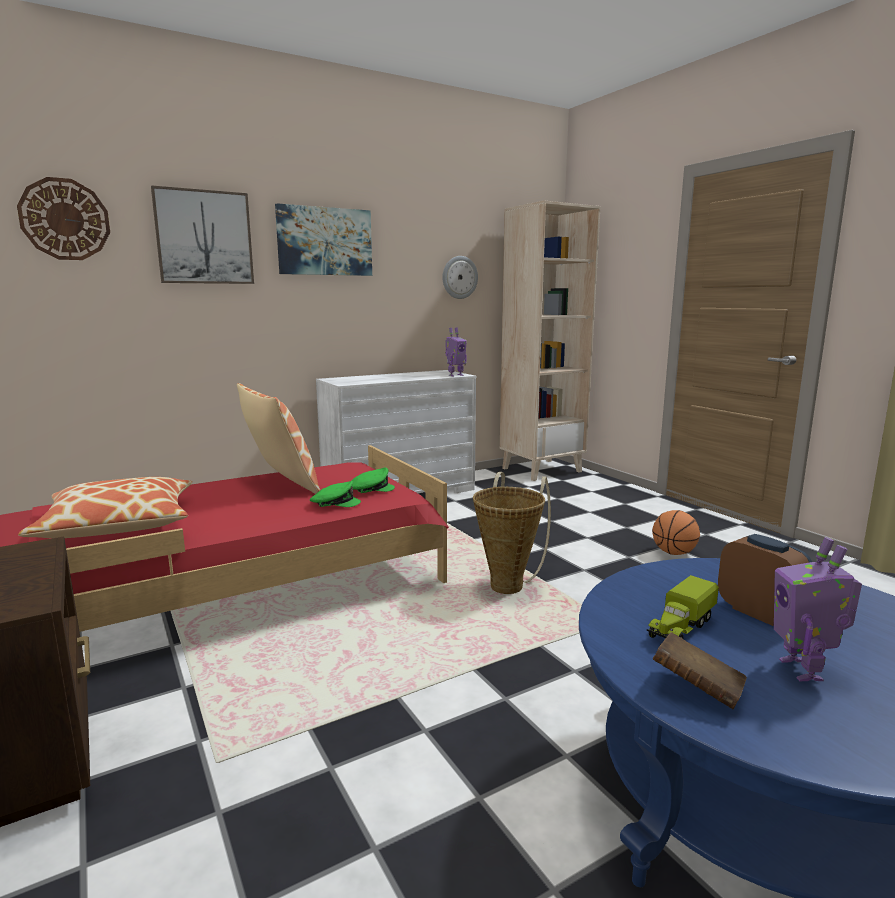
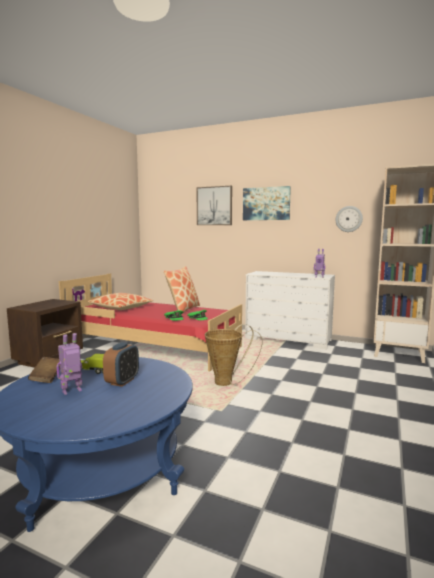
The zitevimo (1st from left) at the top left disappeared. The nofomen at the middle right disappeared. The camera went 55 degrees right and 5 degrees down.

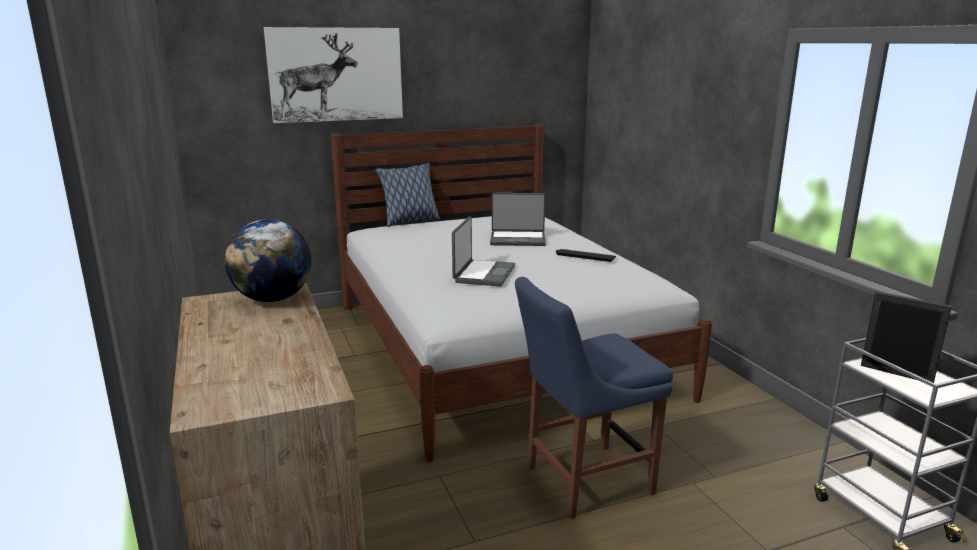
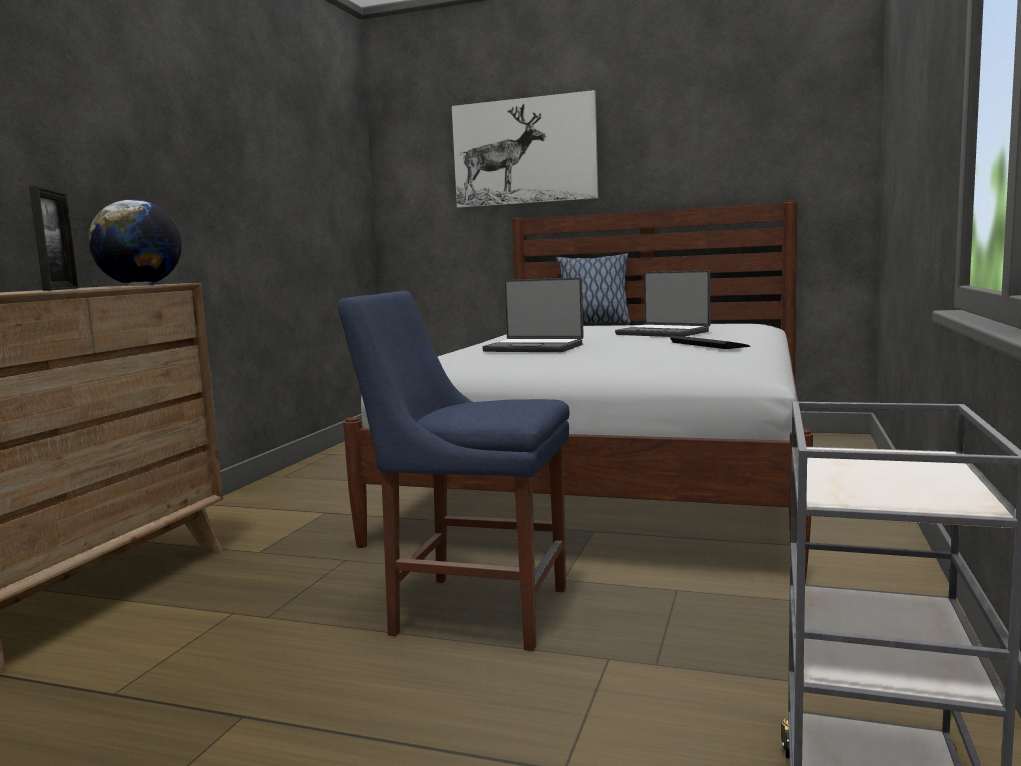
The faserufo moved from the middle right to the top left. The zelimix (1st from left) at the centre turned 60 degrees clockwise. The camera went 40 degrees right and 10 degrees down.

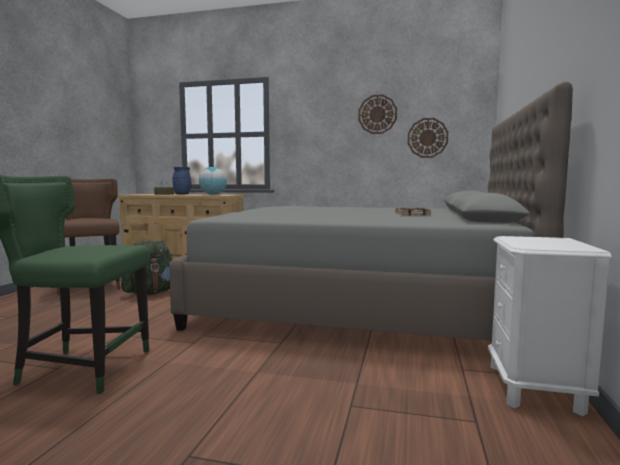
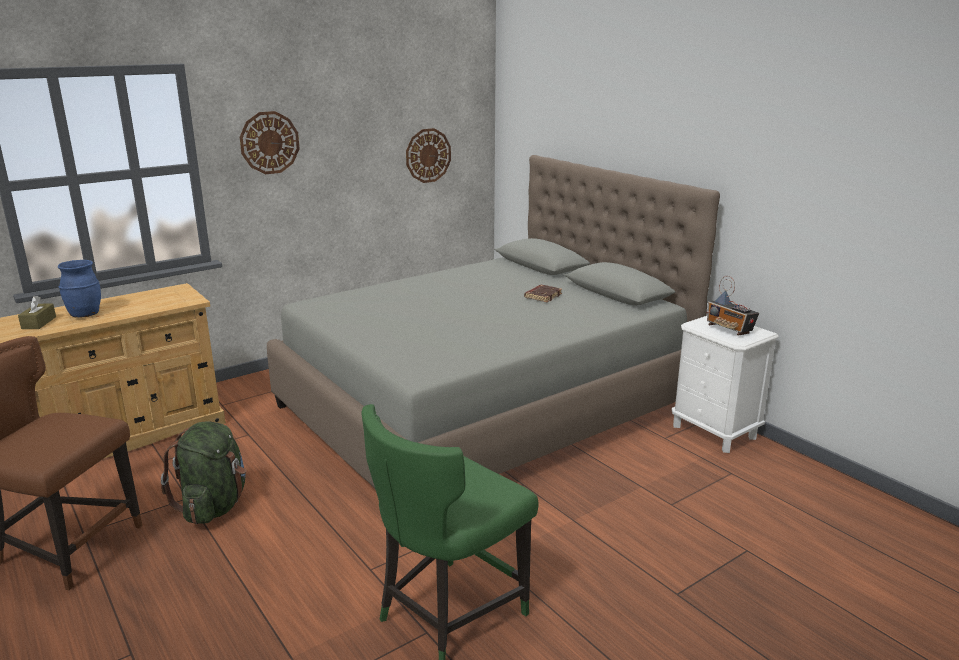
The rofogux at the centre disappeared. The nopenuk at the middle right appeared. The zitevimo (1st from left) moved from the top centre to the top left. The camera went 50 degrees left and 15 degrees up.

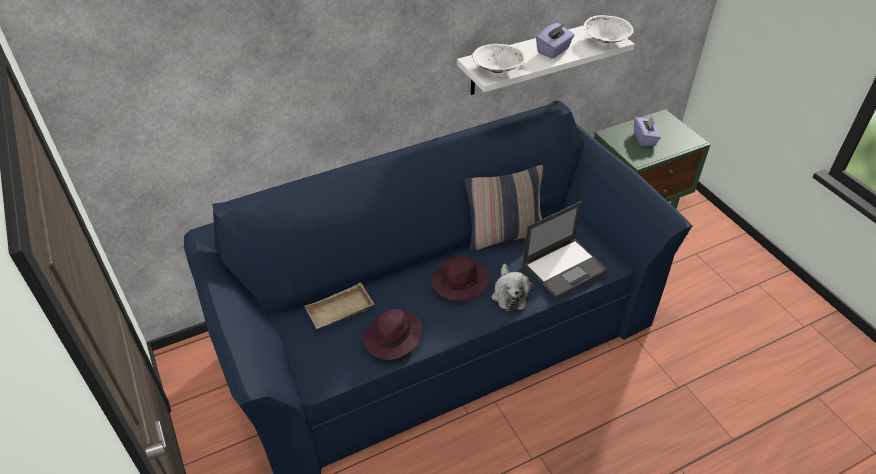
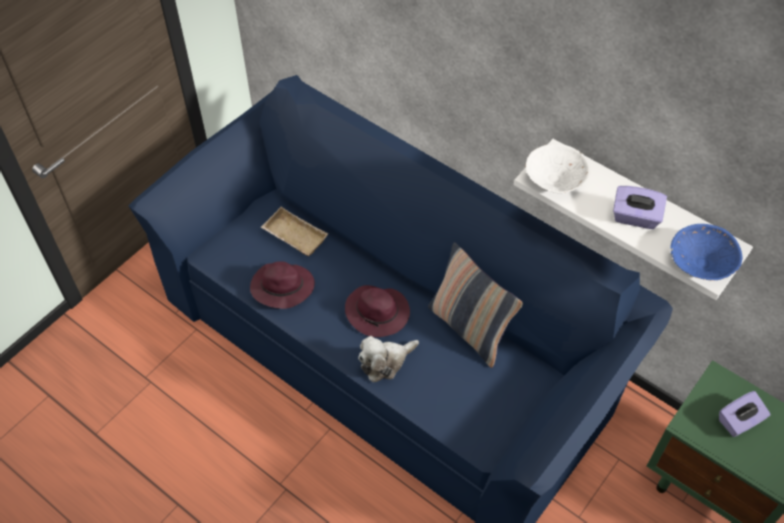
The zelimix at the centre disappeared. The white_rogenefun (2nd from left) at the top right became the blue_rogenefun at the middle right. The camera went 65 degrees right and 10 degrees up.

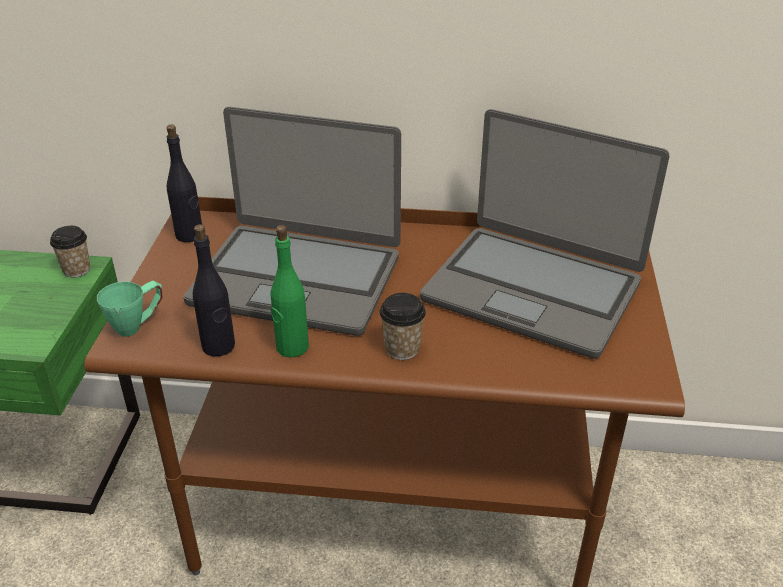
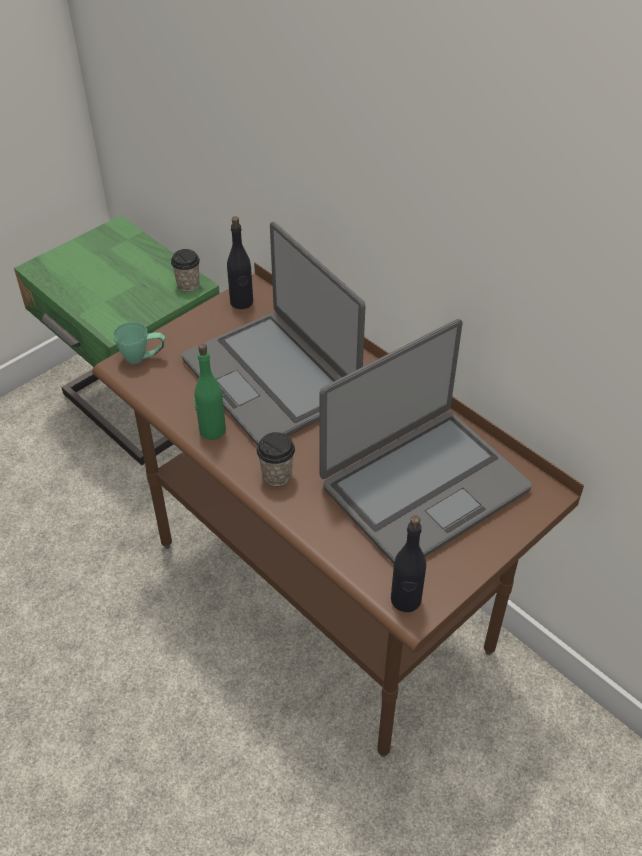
The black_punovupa (2nd from left) moved from the middle left to the centre. The zelimix (2nd from left) at the middle right turned 105 degrees counterclockwise. The camera went 40 degrees right and 10 degrees up.

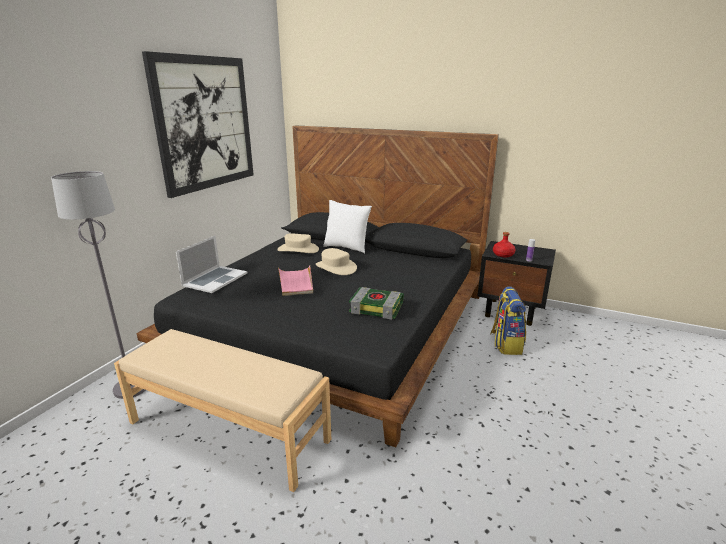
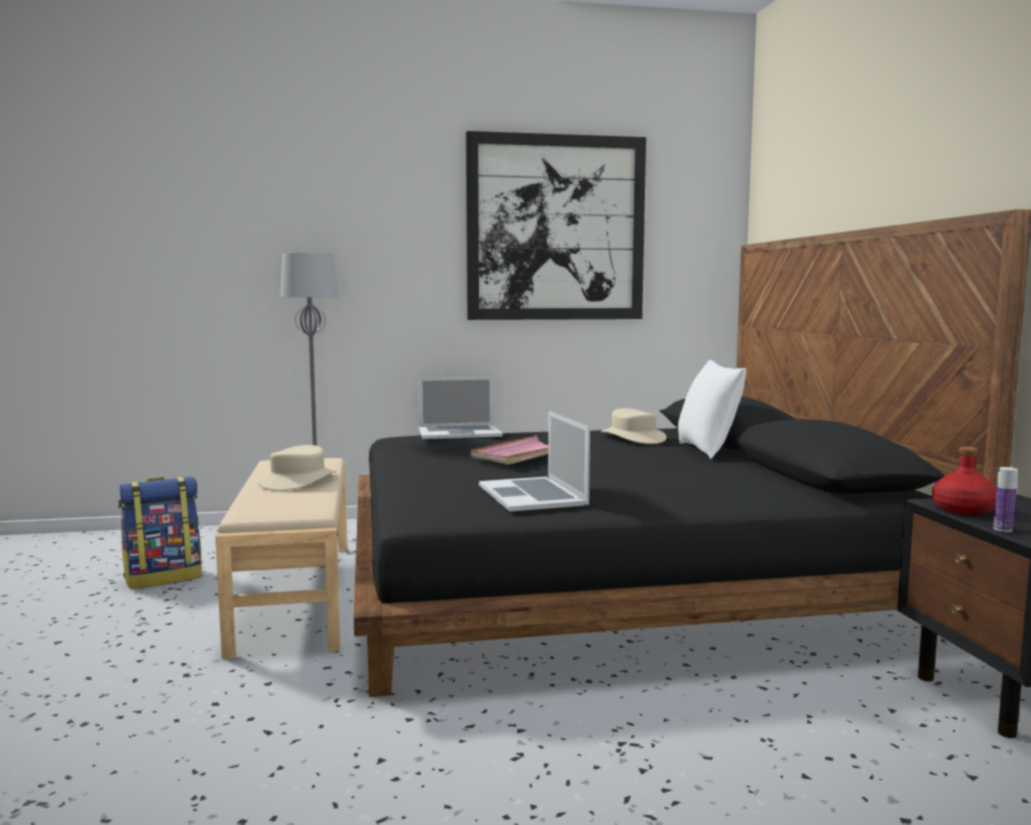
The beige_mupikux (2nd from left in the first image) moved from the centre to the middle left. The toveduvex moved from the middle right to the middle left. The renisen at the centre was replaced by the zelimix (2nd from left) at the centre. The camera went 55 degrees right and 15 degrees down.

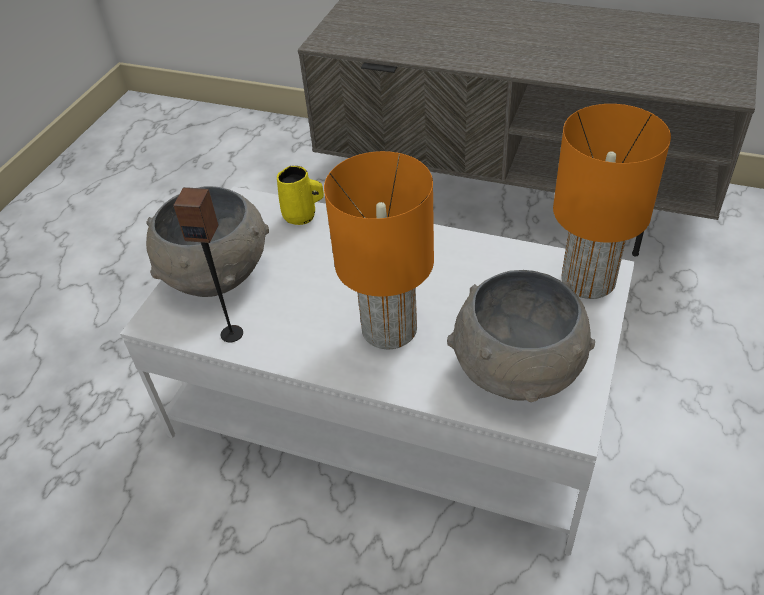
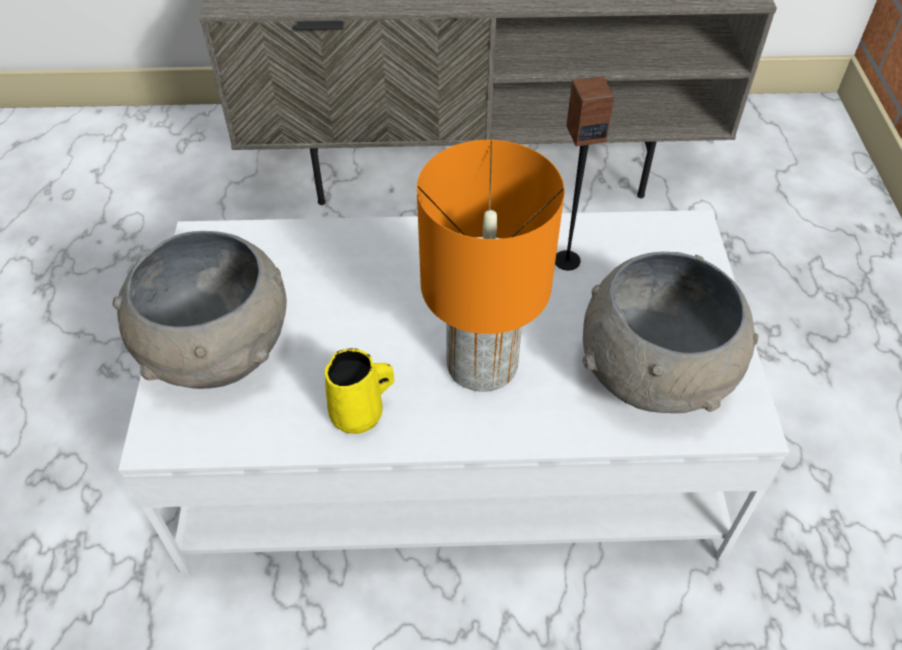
The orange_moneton (2nd from left) at the middle right disappeared. The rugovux moved from the middle left to the top centre. The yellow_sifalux moved from the top centre to the centre. The camera went 25 degrees left and 5 degrees up.

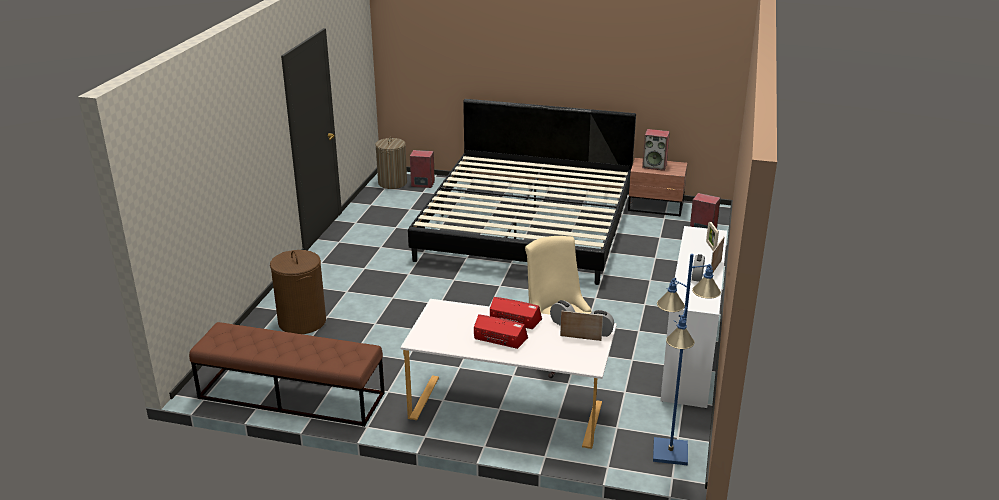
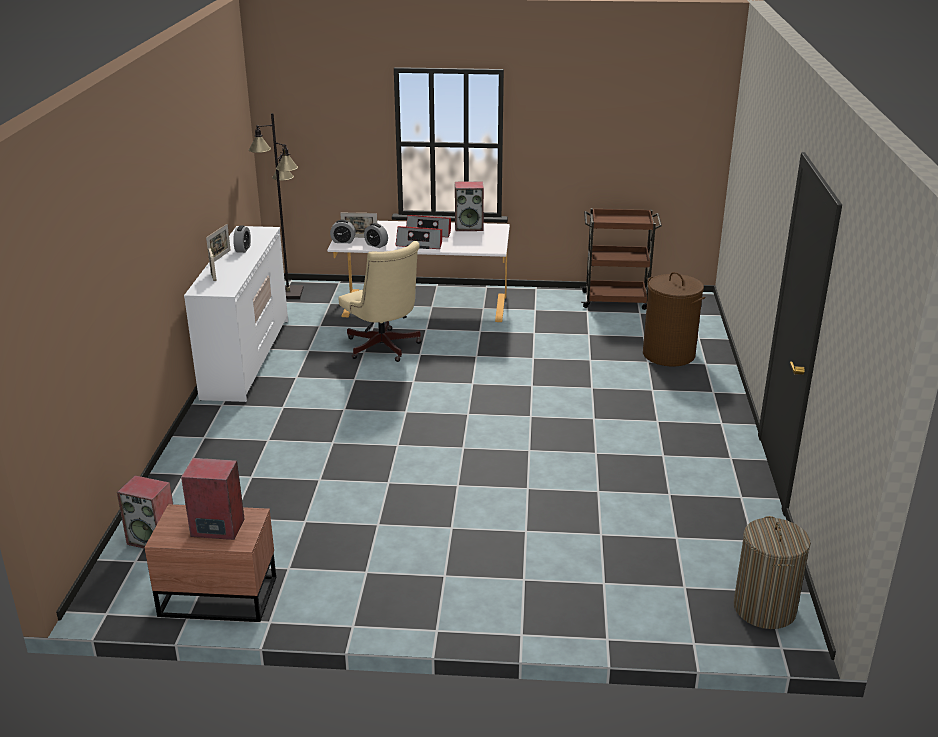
The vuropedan at the centre disappeared. The rugovux (1st from left in the first image) moved from the centre to the top centre. The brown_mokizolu at the bottom left was replaced by the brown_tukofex at the centre. The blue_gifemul at the bottom right became the black_gifemul at the top left. The camera went 170 degrees right and 0 degrees up.

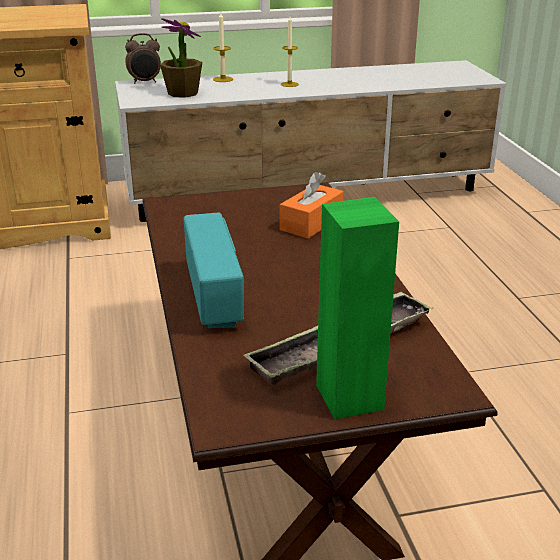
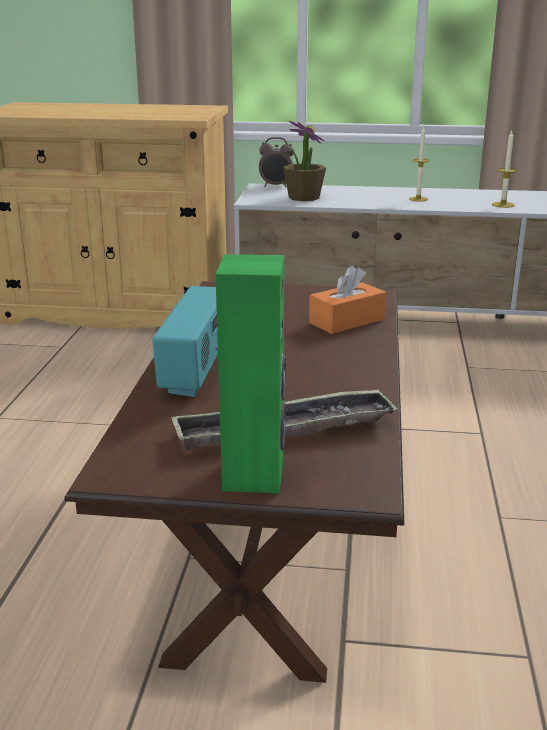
The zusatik (1st from left in the first image) moved from the top centre to the top right. The camera went 20 degrees right and 5 degrees down.

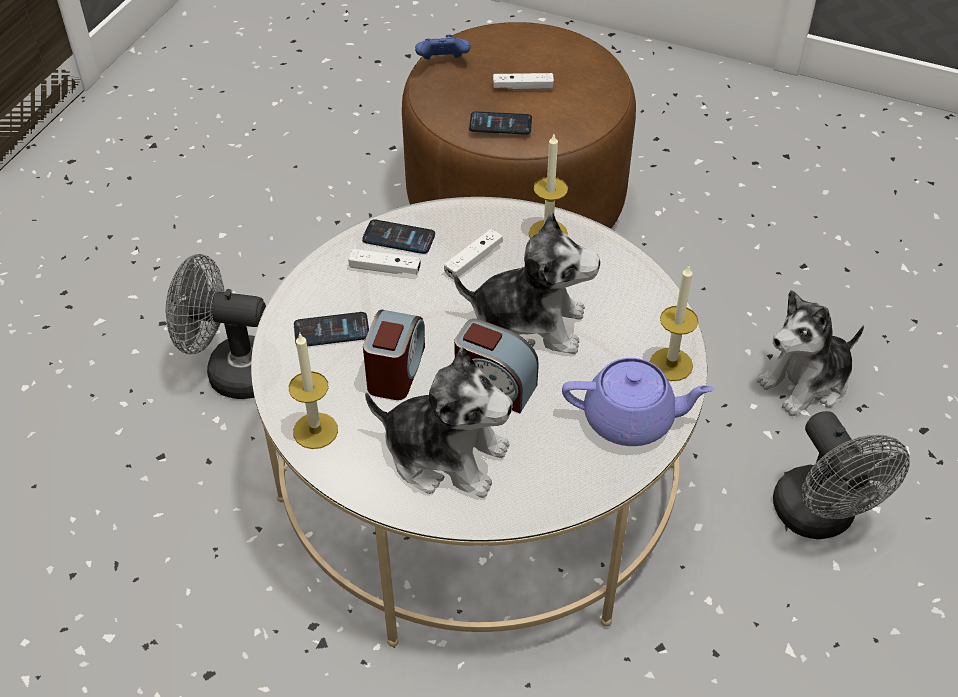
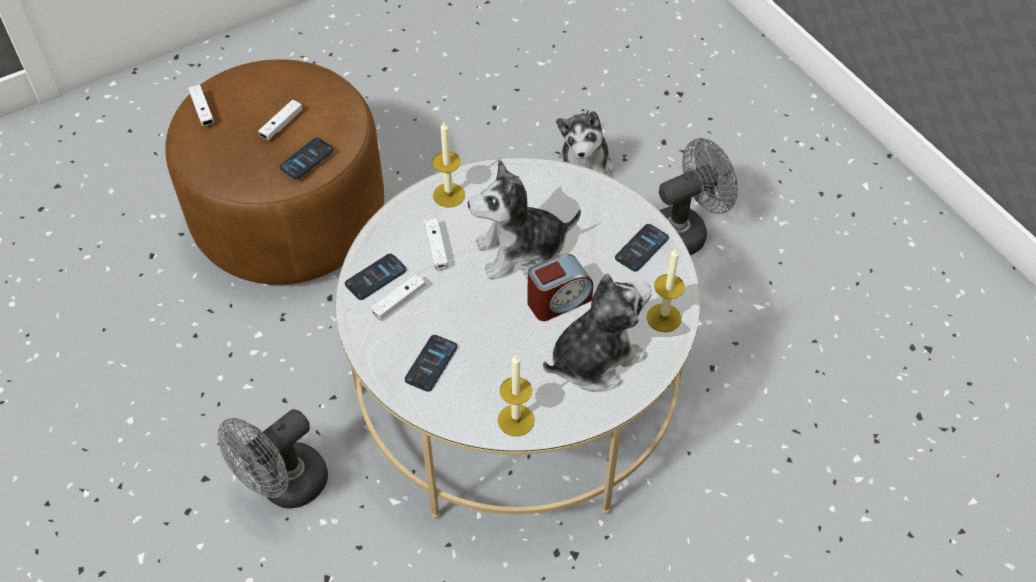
The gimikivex (1st from left) at the centre disappeared. The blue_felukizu at the top centre disappeared. The white_felukizu (1st from left) at the top left appeared. The zusatik (3rd from left) moved from the middle right to the centre. The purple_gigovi at the centre was replaced by the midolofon (4th from left) at the centre. The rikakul (2nd from left in the first image) at the centre turned 150 degrees counterclockwise. The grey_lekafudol (2nd from left) at the bottom right turned 45 degrees counterclockwise. The camera went 55 degrees left and 5 degrees up.

